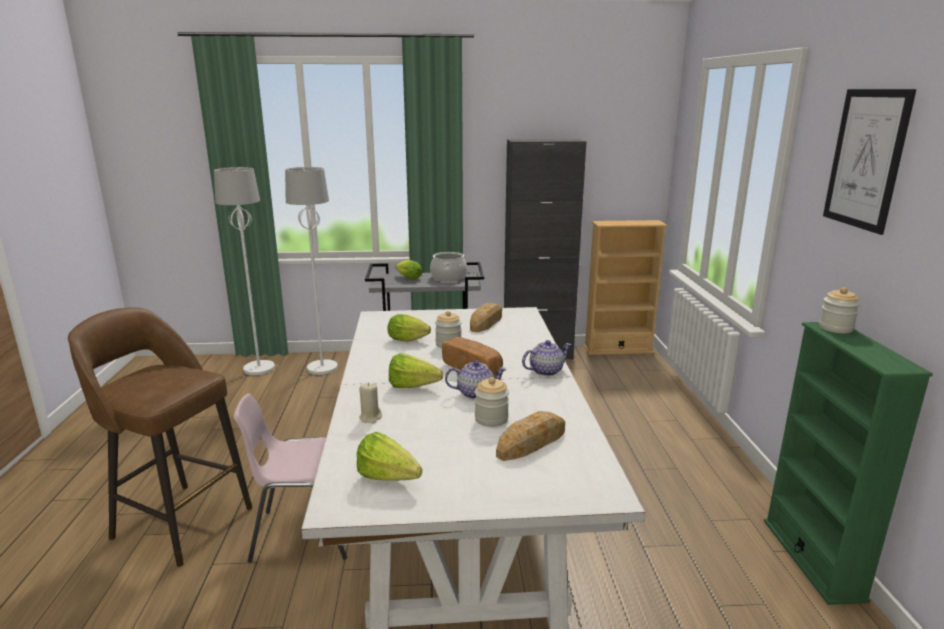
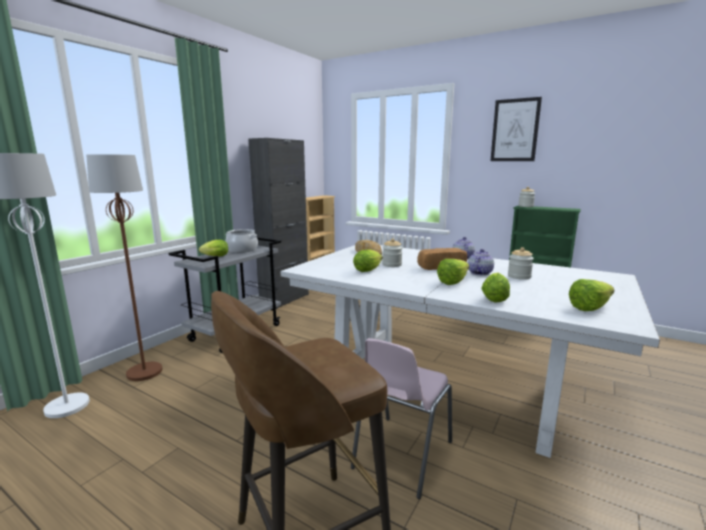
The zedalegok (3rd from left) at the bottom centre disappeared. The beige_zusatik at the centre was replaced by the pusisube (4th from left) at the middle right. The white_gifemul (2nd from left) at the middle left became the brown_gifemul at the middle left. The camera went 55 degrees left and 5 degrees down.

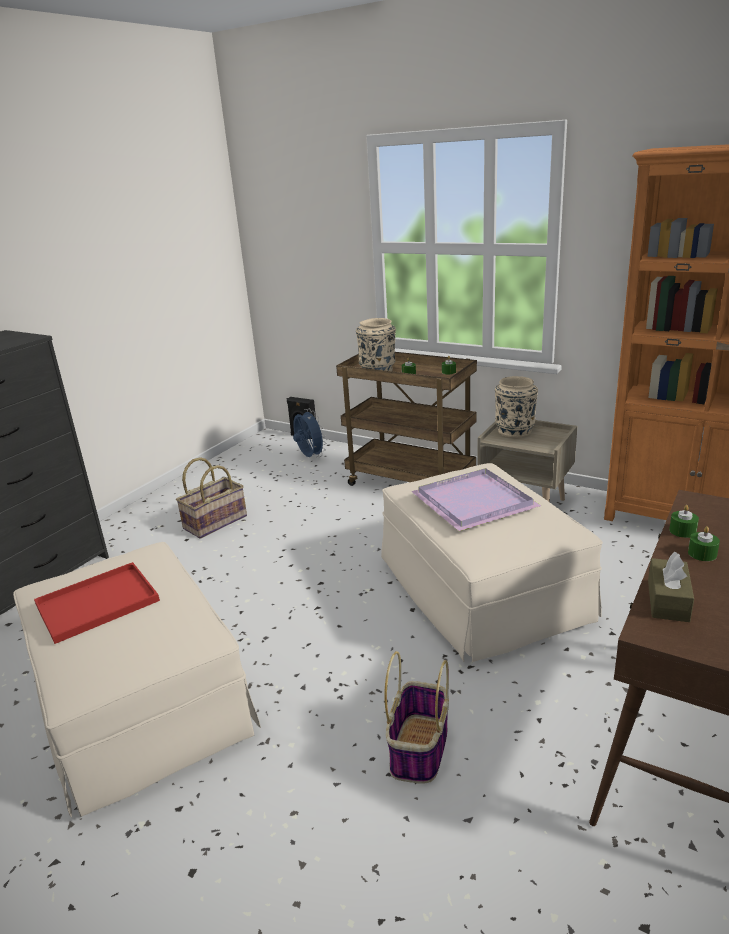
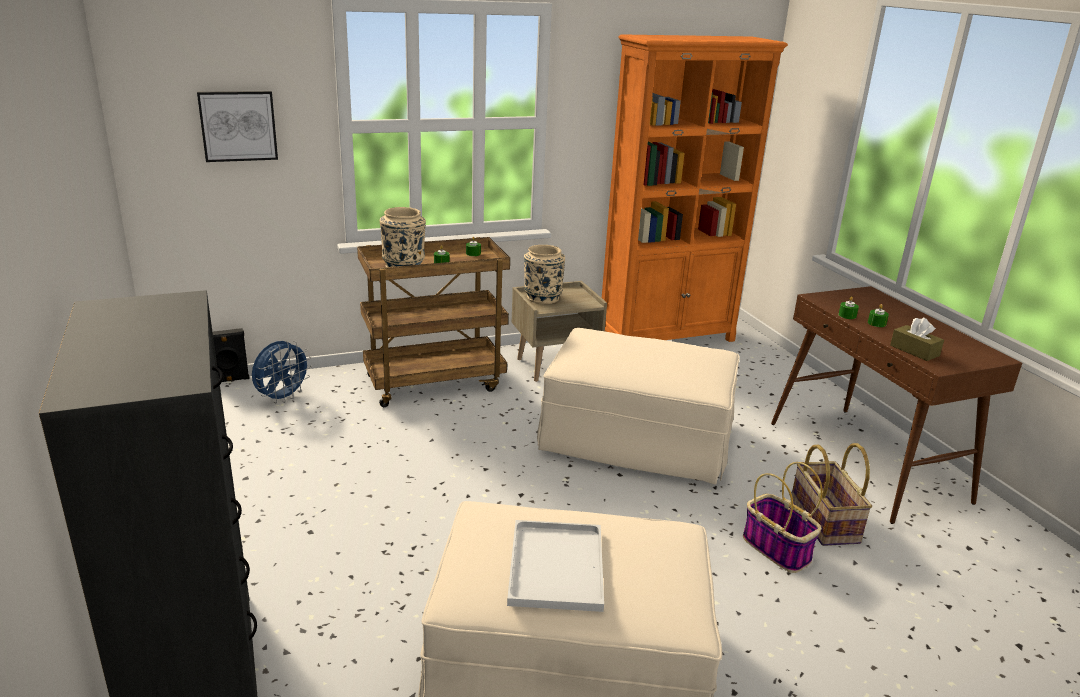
The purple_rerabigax at the centre disappeared. The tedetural at the top left appeared. The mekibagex (1st from left in the first image) moved from the middle left to the bottom right. The red_rerabigax at the middle left became the white_rerabigax at the bottom centre. The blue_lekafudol at the centre turned 120 degrees clockwise. The camera went 55 degrees left and 0 degrees up.

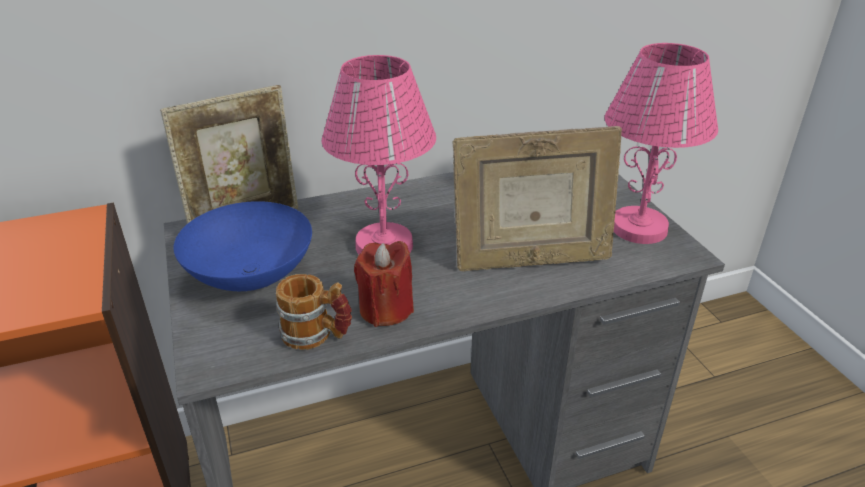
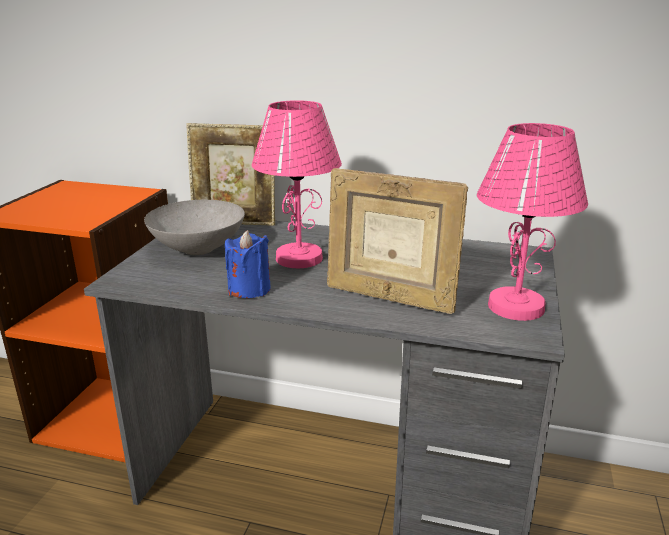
The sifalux at the centre disappeared. The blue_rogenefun at the middle left became the grey_rogenefun at the middle left. The red_zusatik at the centre became the blue_zusatik at the centre. The camera went 35 degrees right and 10 degrees down.

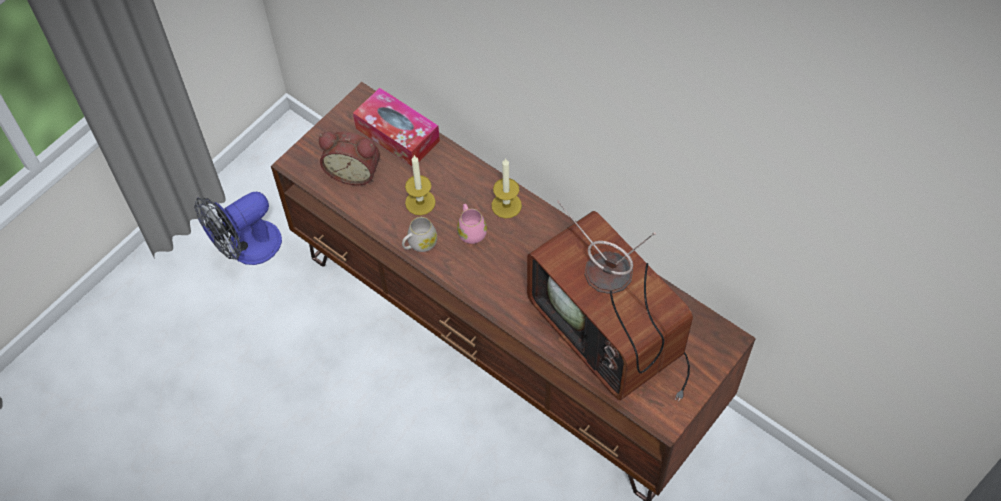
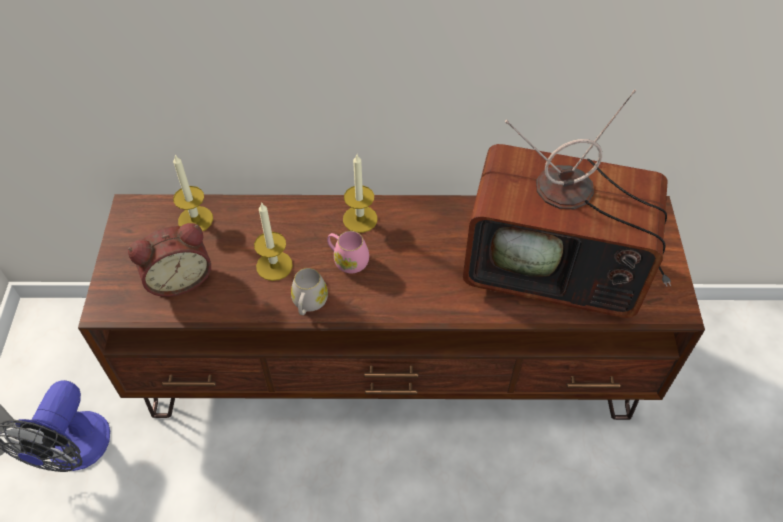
The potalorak at the top centre was replaced by the zusatik (1st from left) at the middle left. The camera went 40 degrees left and 5 degrees down.

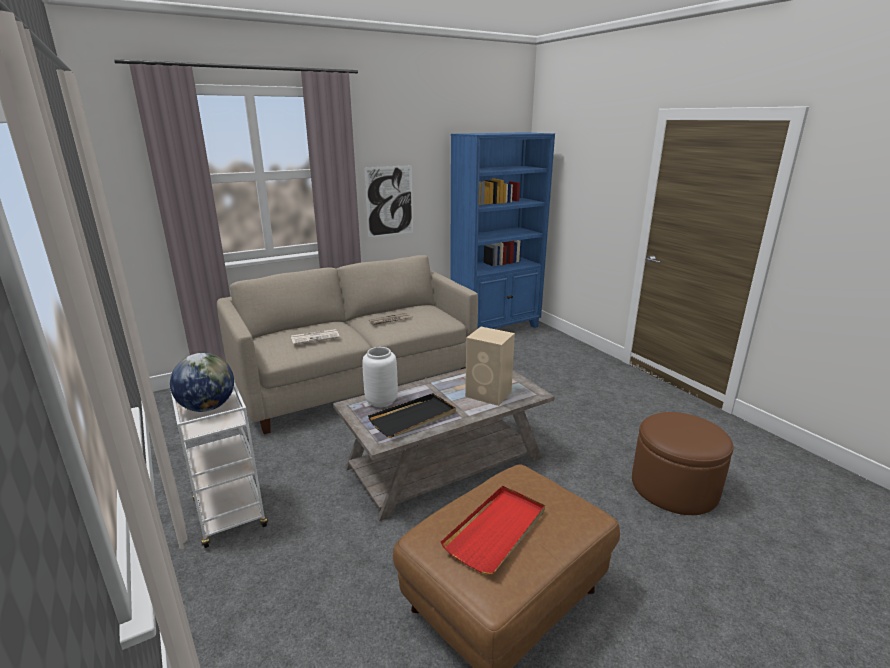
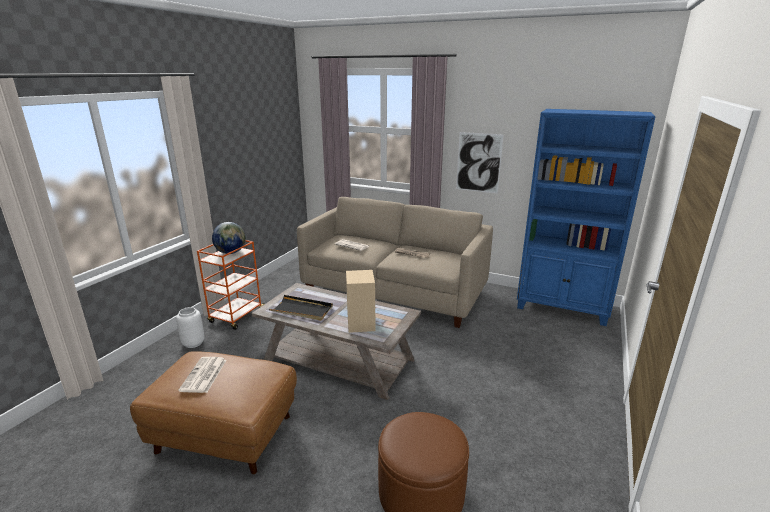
The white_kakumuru moved from the centre to the middle left. The red_rerabigax at the bottom centre was replaced by the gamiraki (1st from left) at the bottom left. The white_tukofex at the bottom left became the orange_tukofex at the middle left. The camera went 55 degrees right and 0 degrees up.

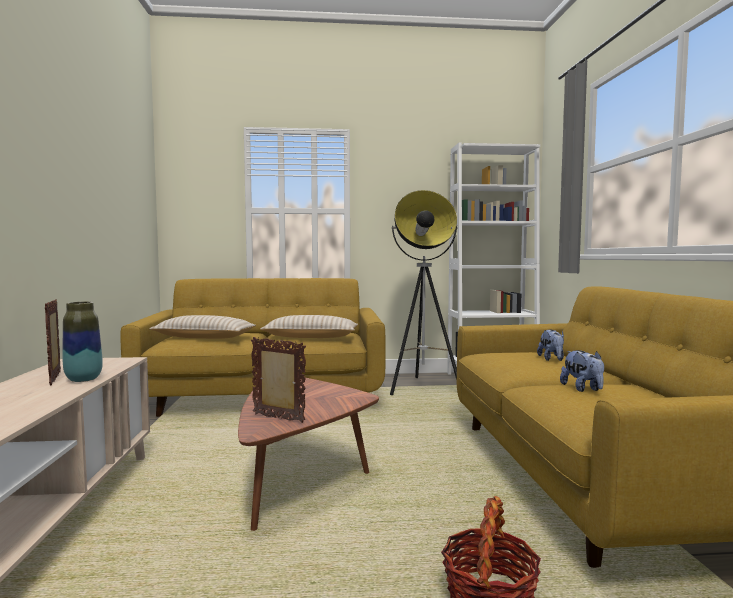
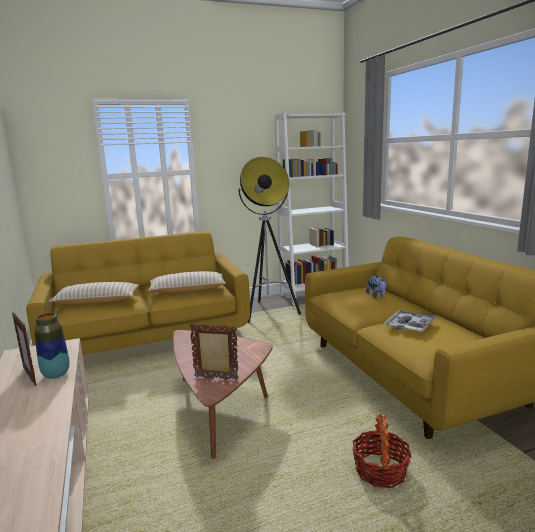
The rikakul (2nd from left) at the middle right was replaced by the rerabigax at the middle right. The camera went 15 degrees left and 10 degrees up.

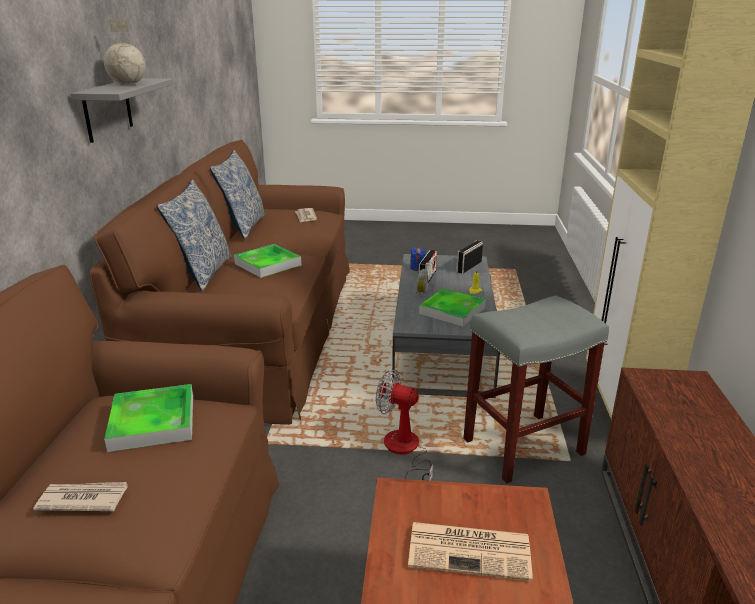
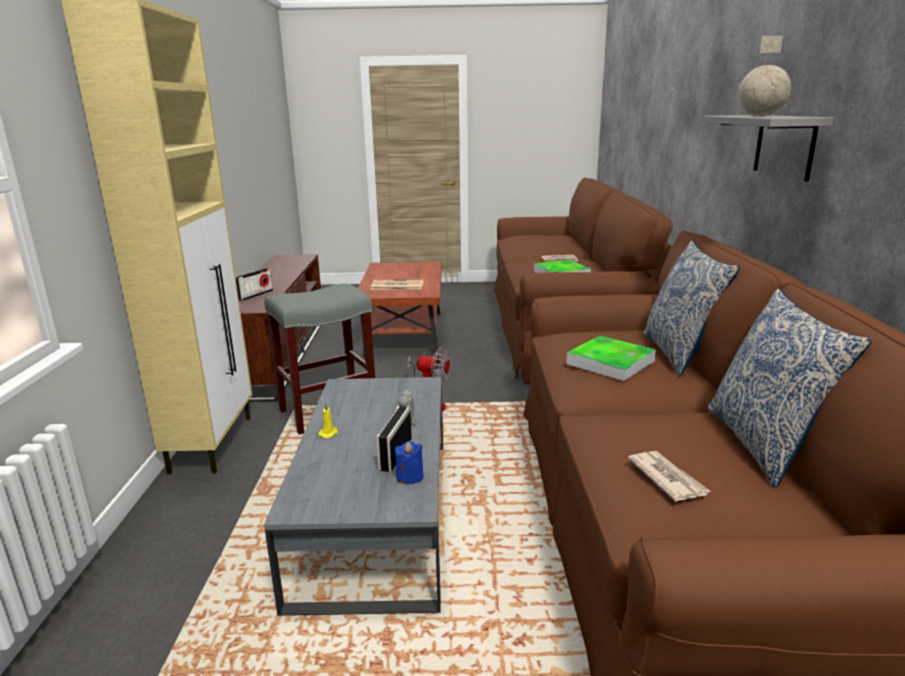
The rerabigax (3rd from left) at the centre disappeared. The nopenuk (2nd from left in the first image) moved from the centre to the middle left. The camera went 175 degrees right and 5 degrees down.

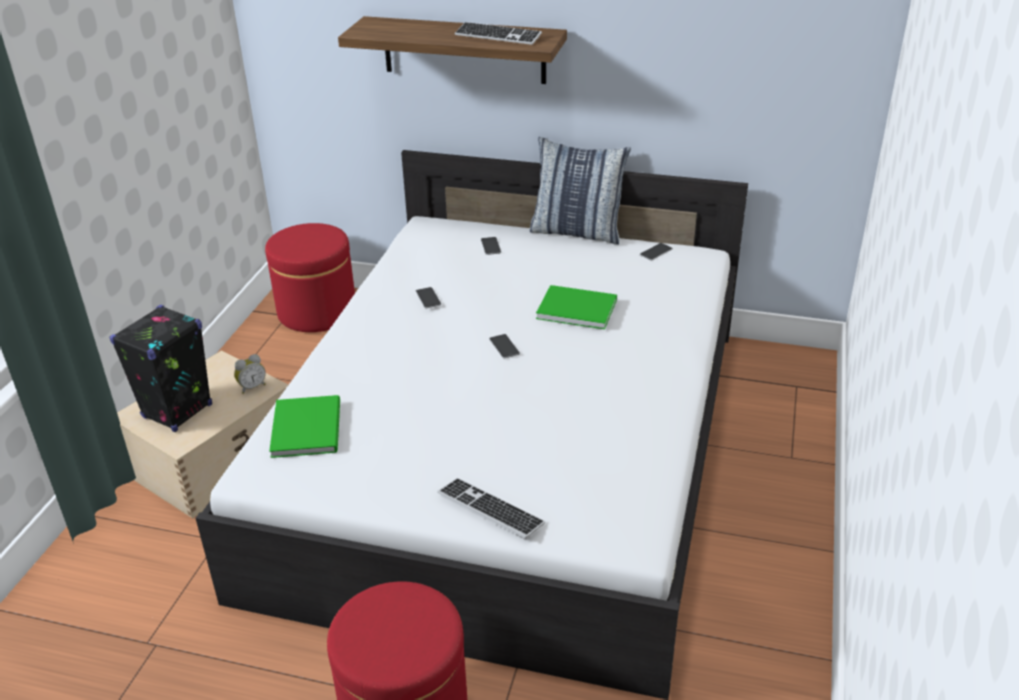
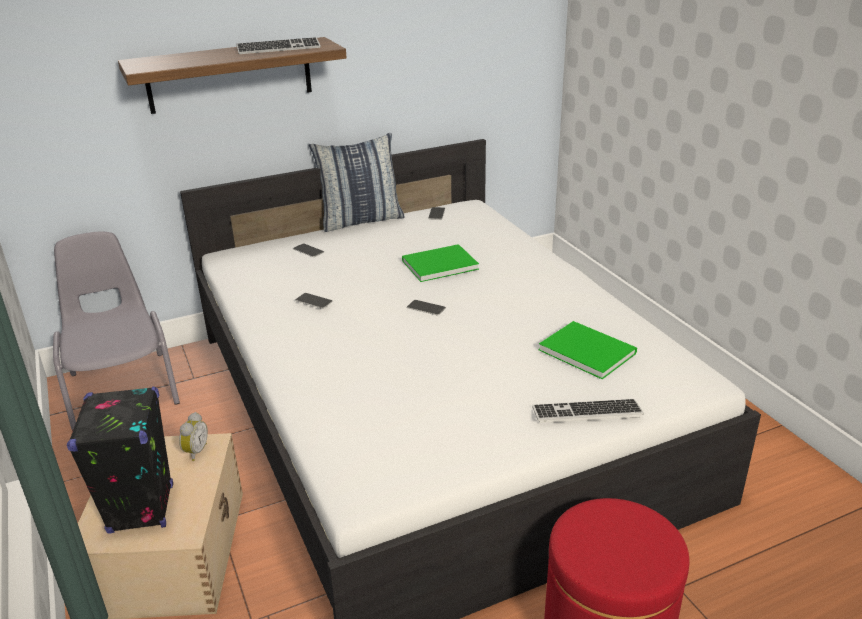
The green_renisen (1st from left in the first image) moved from the middle left to the middle right. The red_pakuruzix (1st from left) at the middle left was replaced by the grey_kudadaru at the middle left. The camera went 40 degrees left and 5 degrees down.

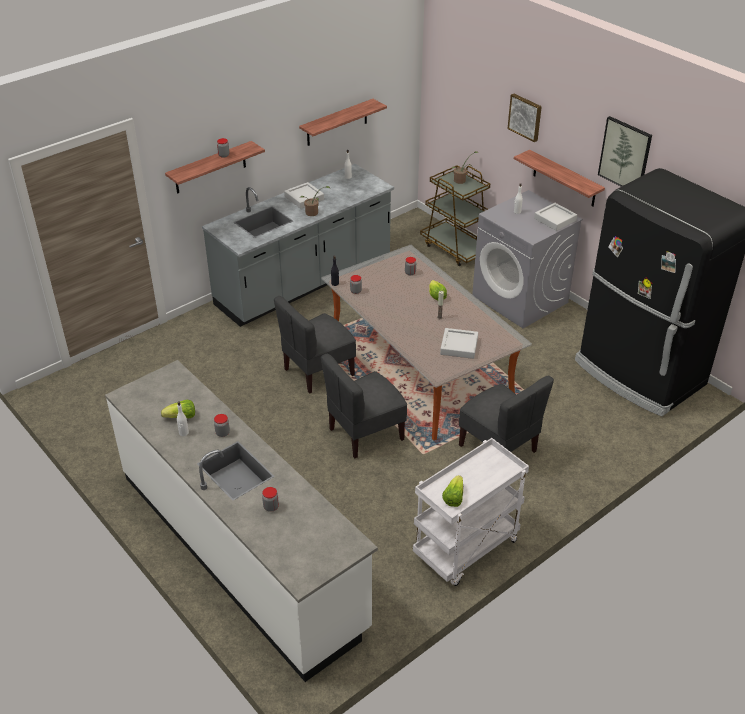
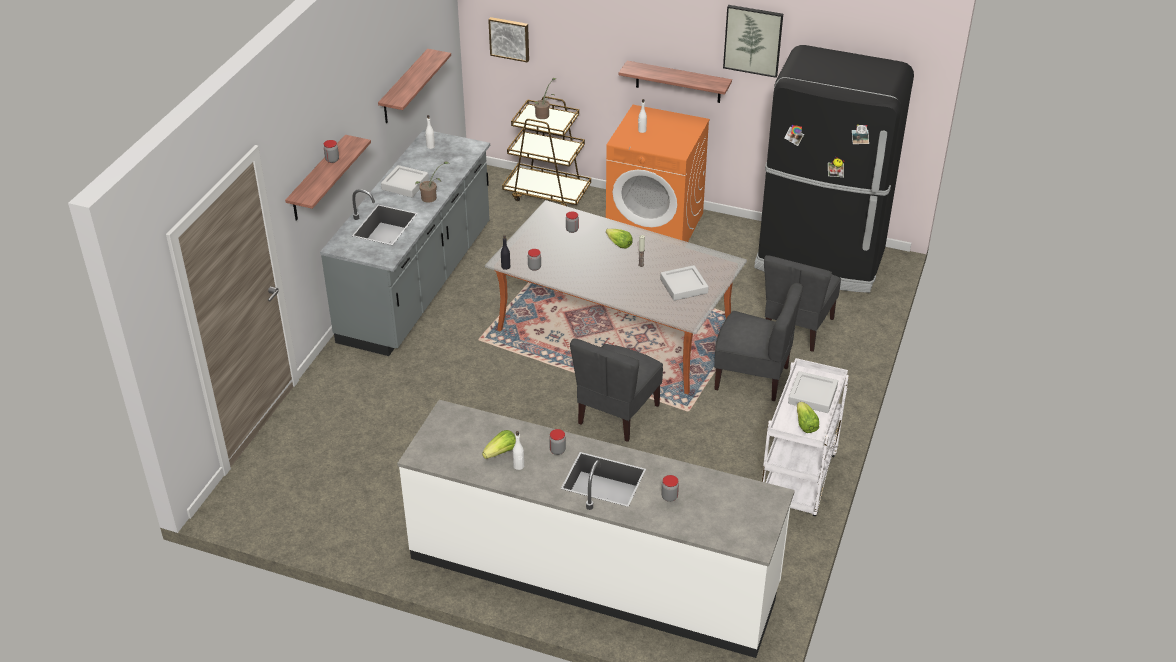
The grey_kudadaru (1st from left in the first image) moved from the centre to the middle right. The tedetural (1st from left) moved from the top right to the top centre. The grey_rerabigax (3rd from left) moved from the top right to the middle right. The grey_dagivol at the middle right became the orange_dagivol at the top centre. The camera went 30 degrees left and 0 degrees up.

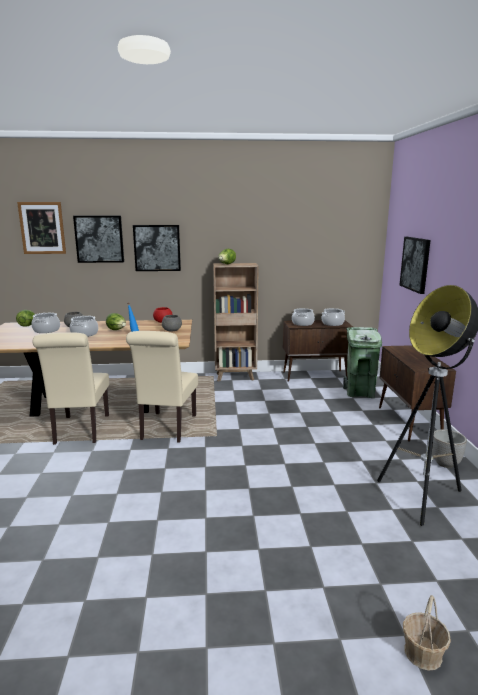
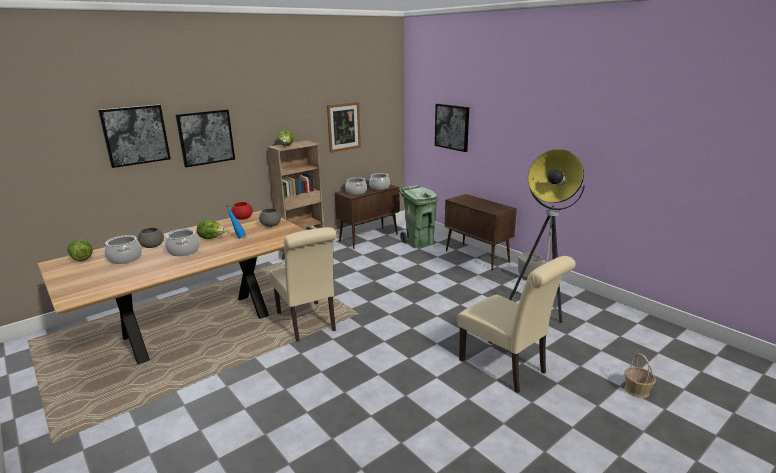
The tedetural (1st from left in the first image) moved from the top left to the top centre. The beige_kudadaru (1st from left in the first image) moved from the middle left to the bottom centre. The camera went 35 degrees left and 5 degrees up.

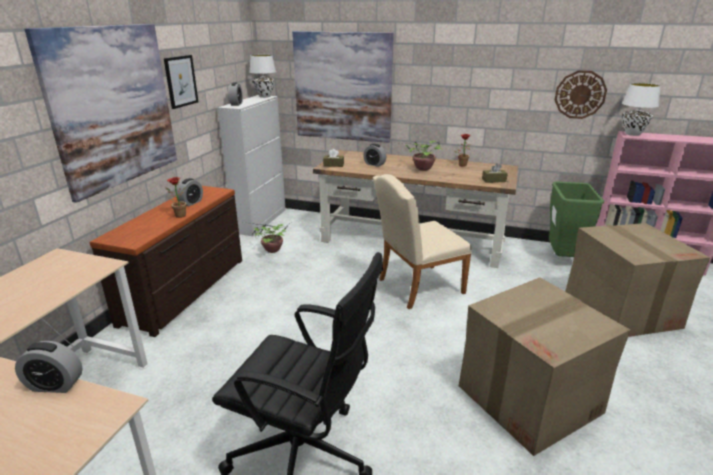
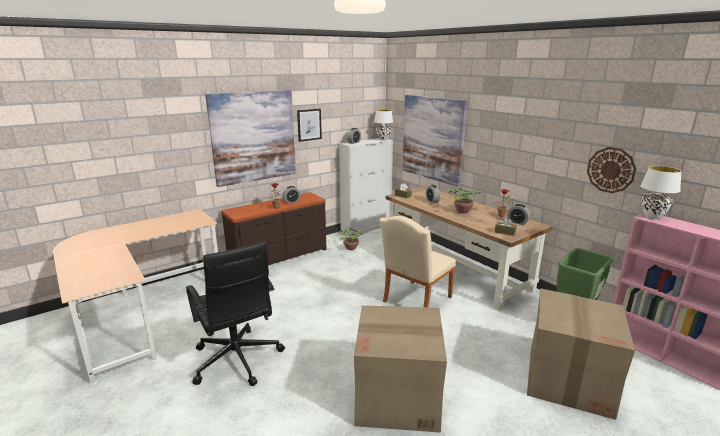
The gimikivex (1st from left in the first image) moved from the bottom left to the middle right. The beige_kudadaru at the centre turned 60 degrees counterclockwise. The camera went 35 degrees right and 5 degrees down.

